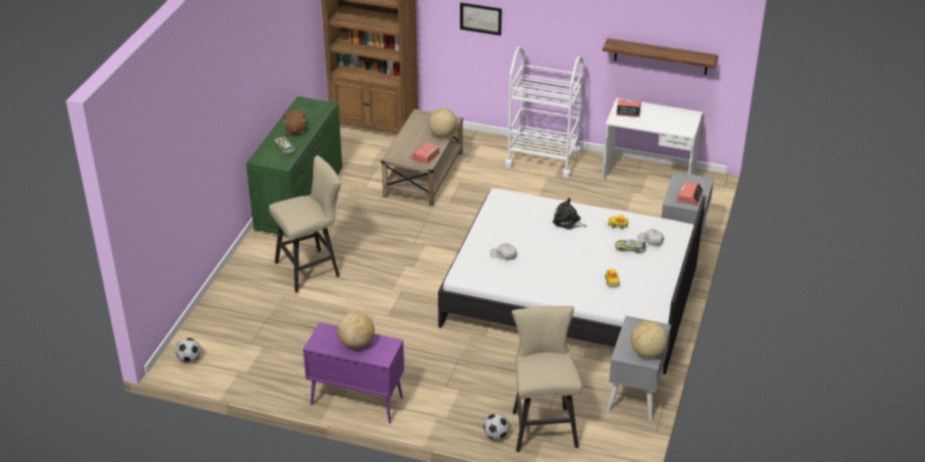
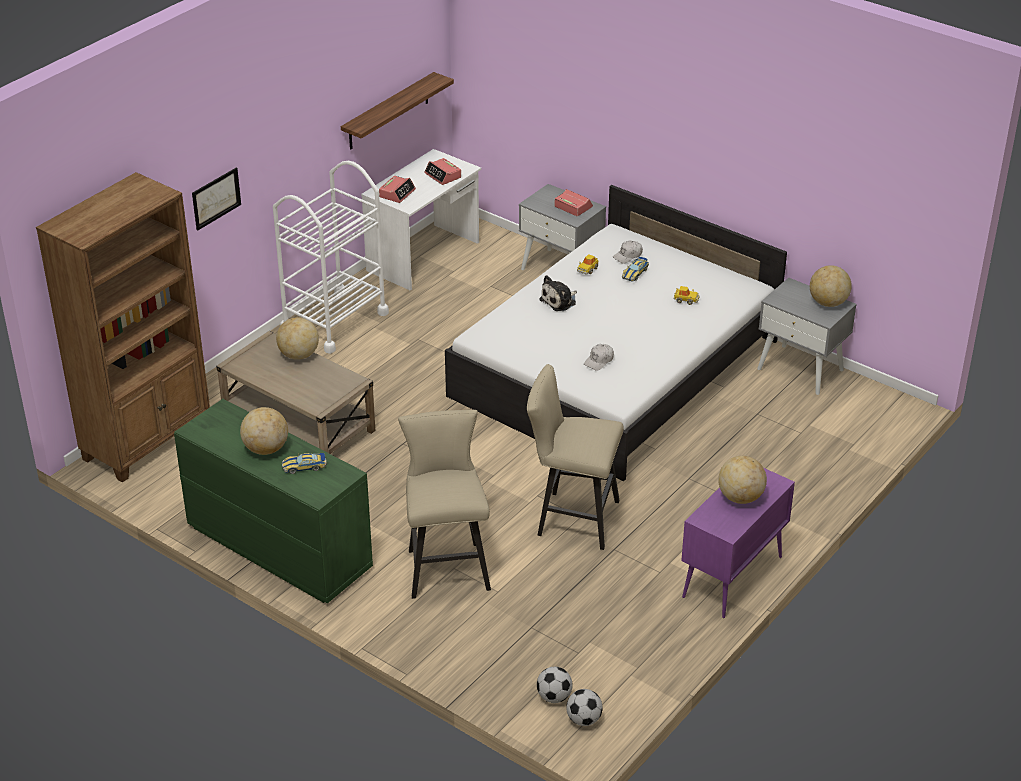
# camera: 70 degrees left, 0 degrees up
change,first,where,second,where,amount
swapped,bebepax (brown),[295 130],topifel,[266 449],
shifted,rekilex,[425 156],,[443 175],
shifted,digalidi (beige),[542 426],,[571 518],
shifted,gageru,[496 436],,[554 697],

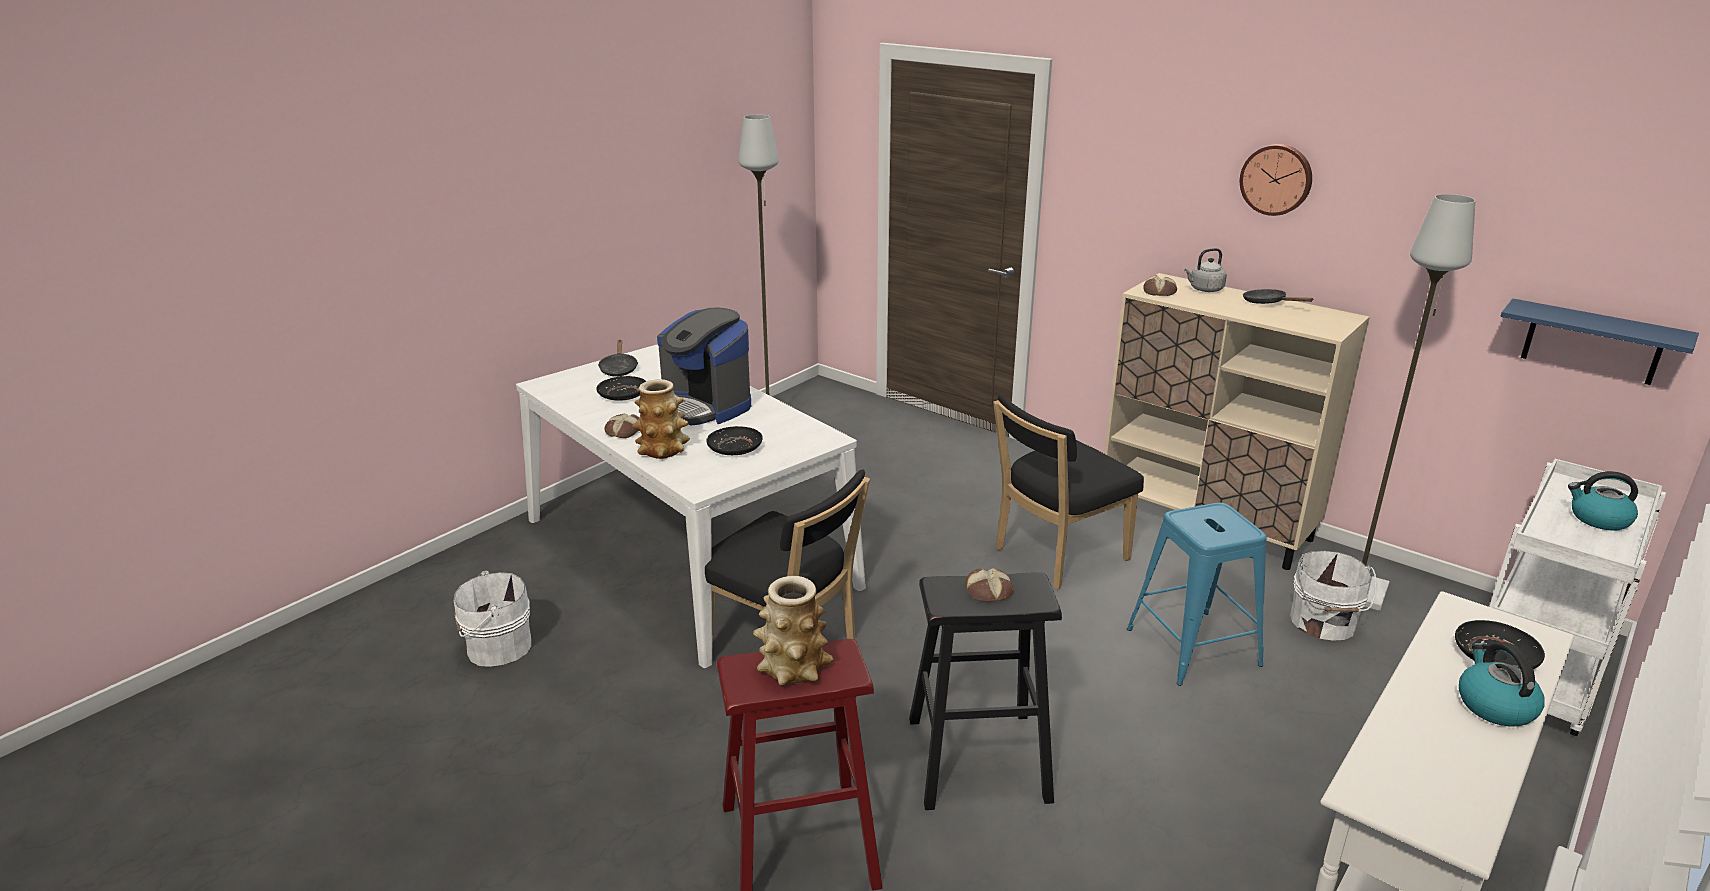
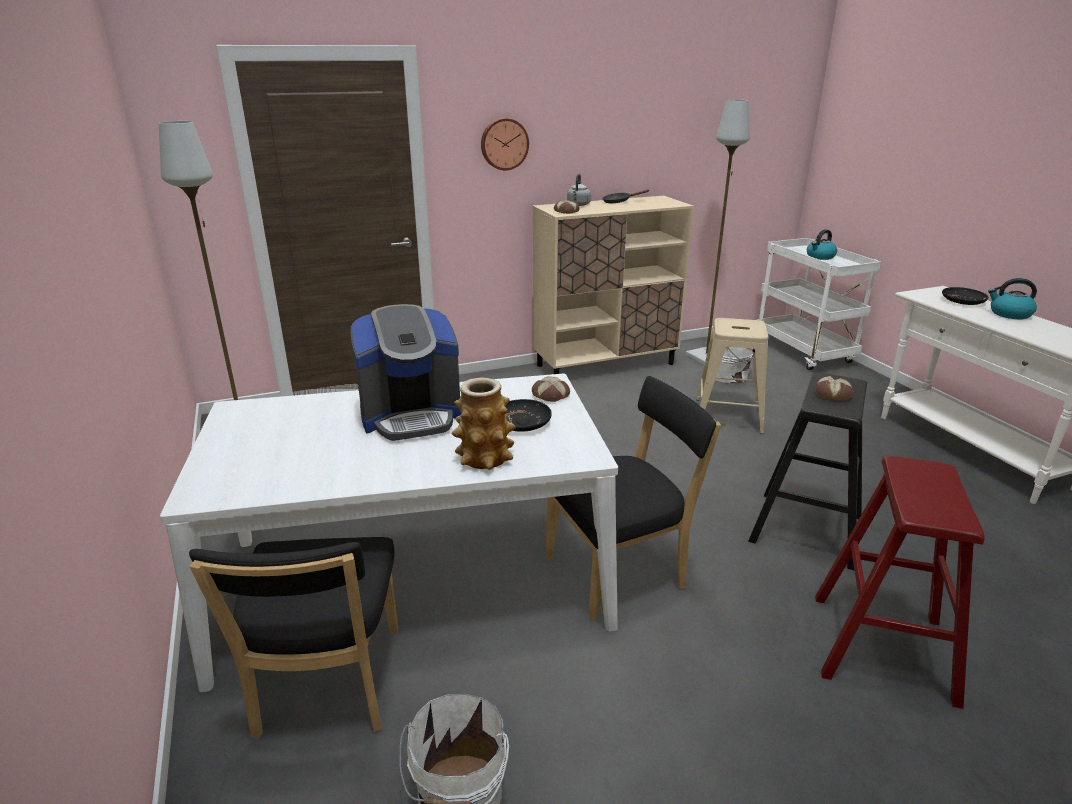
# camera: 60 degrees left, 0 degrees up
change,first,where,second,where,amount
shifted,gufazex,[1276 179],,[504 144],
gone,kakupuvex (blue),[1592 342],,,
gone,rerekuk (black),[618 369],,,
gone,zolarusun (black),[623 395],,,
shifted,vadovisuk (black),[1055 556],,[327 688],
shifted,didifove,[623 431],,[550 395],
repainted,digalidi (blue),[1192 647],digalidi (beige),[727 416],
gone,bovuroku,[793 668],,,

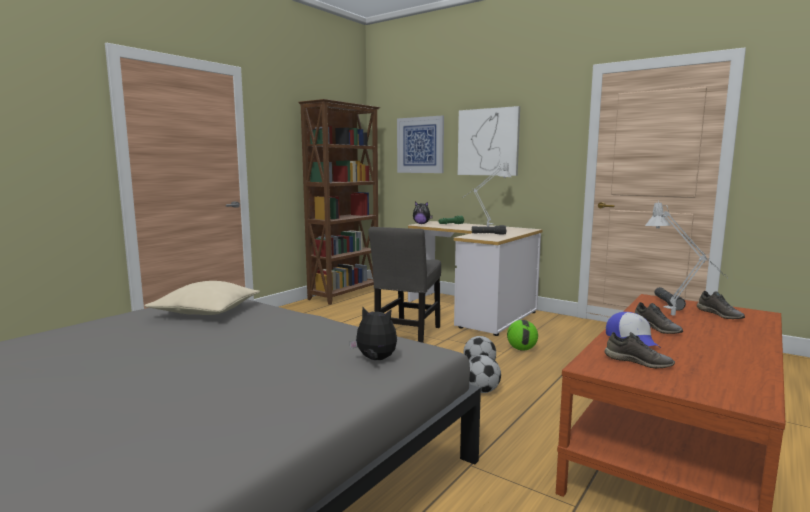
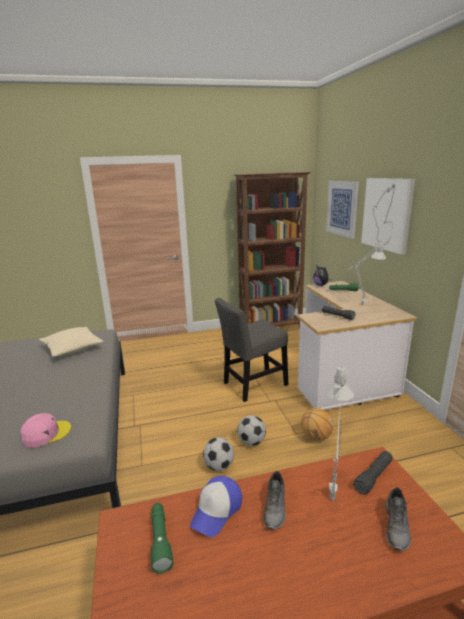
# camera: 40 degrees right, 10 degrees up
change,first,where,second,where,amount
swapped,bebepax,[375 360],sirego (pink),[46 434],
swapped,gageru,[521 349],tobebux,[316 437],
swapped,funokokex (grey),[638 362],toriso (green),[160 540],

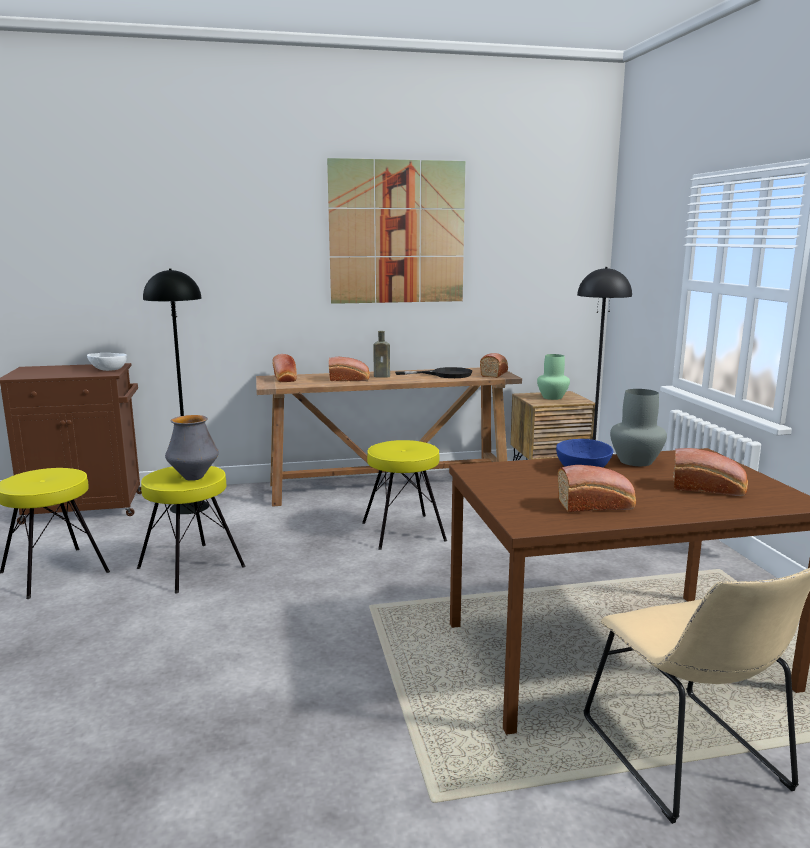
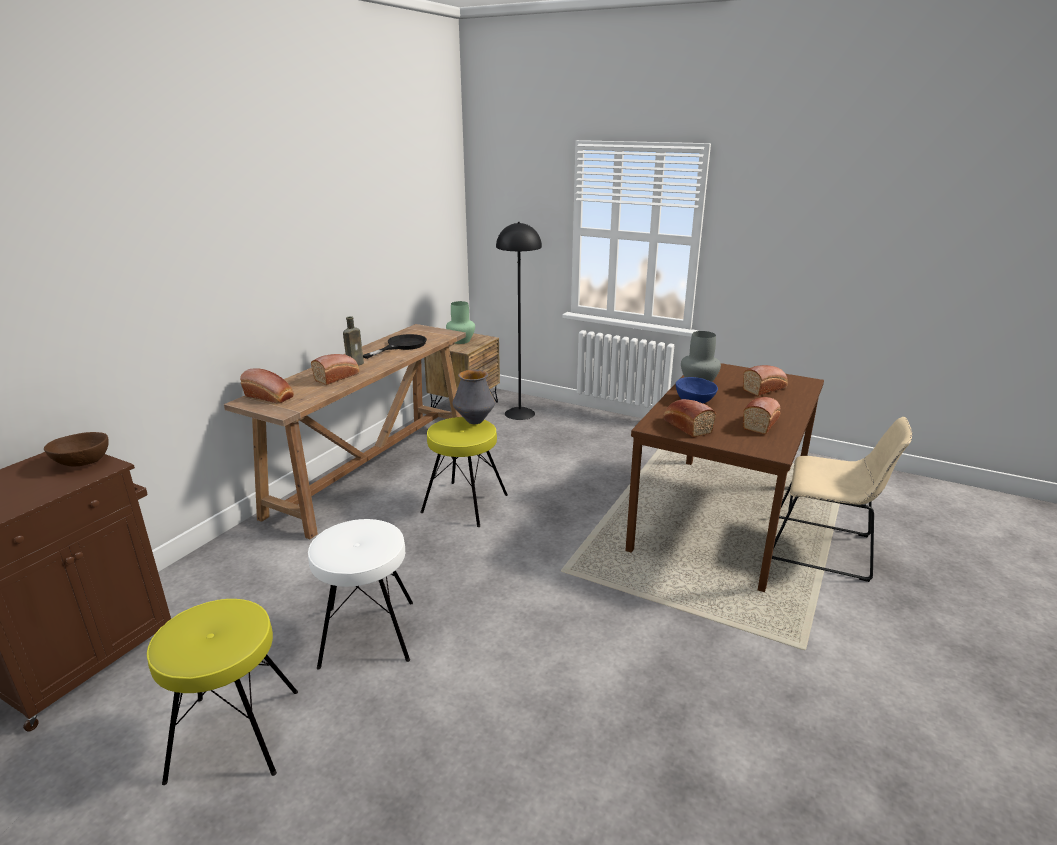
# camera: 50 degrees left, 10 degrees up
change,first,where,second,where,amount
gone,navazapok,[397 232],,,
gone,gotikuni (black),[190 507],,,
repainted,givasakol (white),[108 370],givasakol (brown),[83 462],
shifted,didifove,[494 374],,[685 426],
shifted,bovuroku,[193 477],,[474 421],
repainted,digalidi (yellow),[192 567],digalidi (white),[368 633],

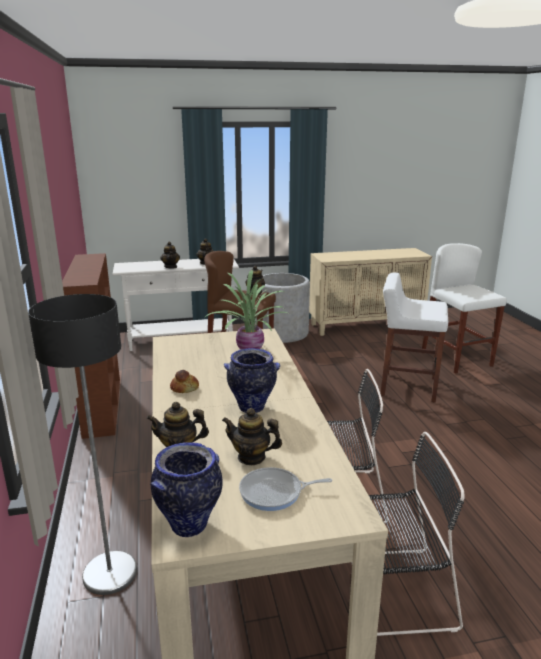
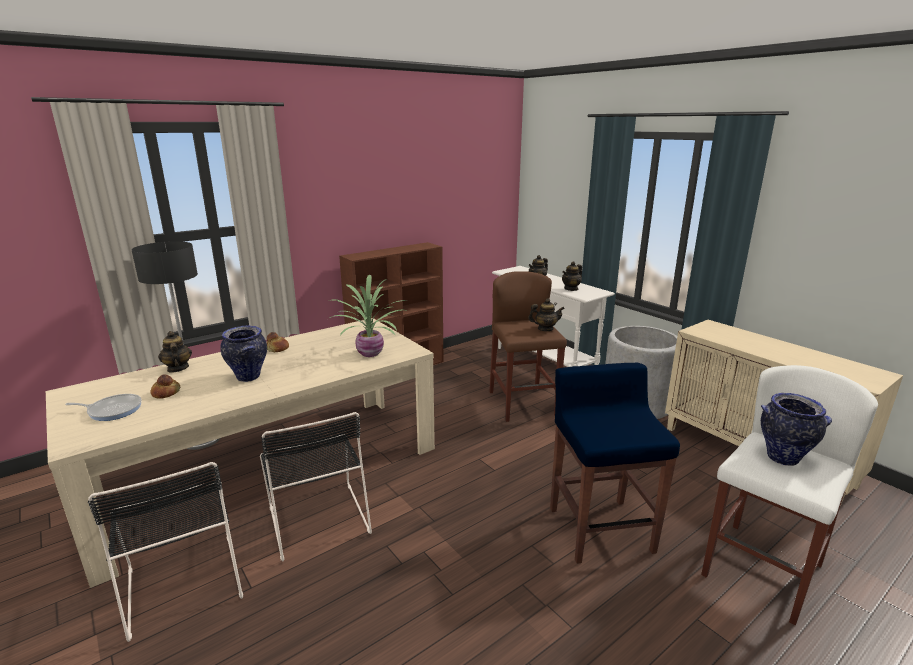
# camera: 65 degrees right, 0 degrees up
change,first,where,second,where,amount
repainted,digalidi (white),[407 386],digalidi (blue),[599 528],
swapped,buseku,[251 457],didifove,[165 393],
shifted,bovuroku,[189 524],,[783 458],
rotated,rerekuk,[274 493],,[112 410],120 degrees clockwise

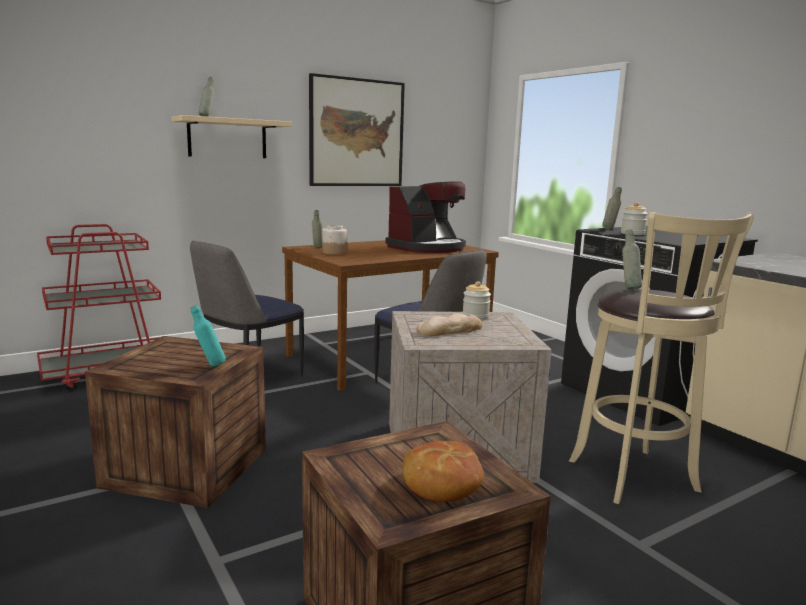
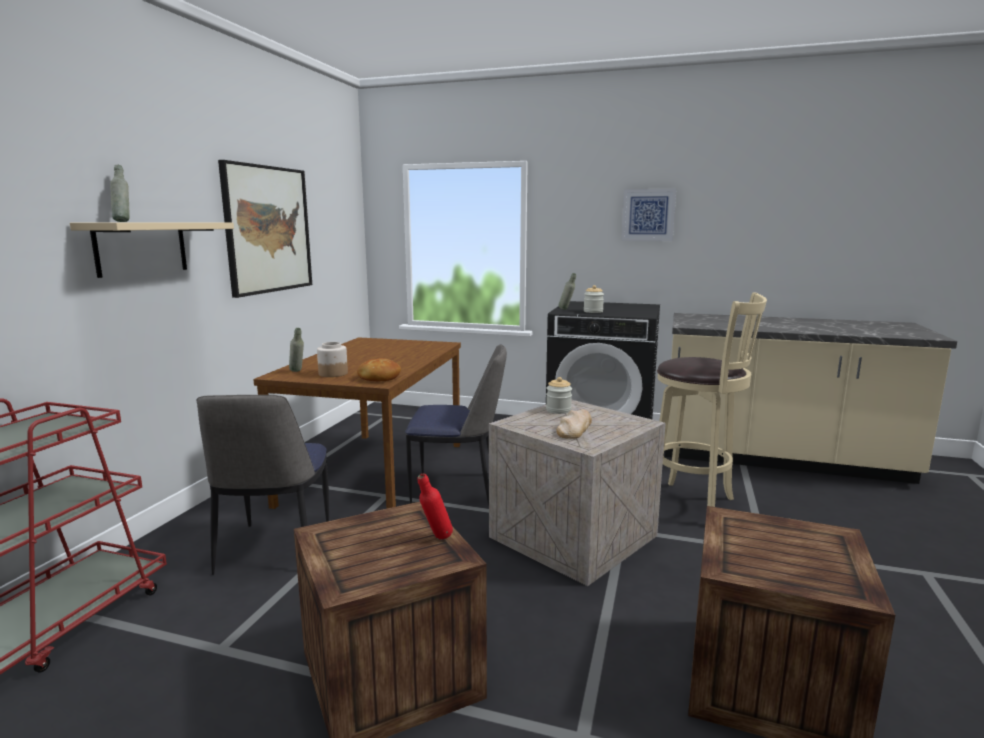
# camera: 40 degrees left, 0 degrees up
change,first,where,second,where,amount
gone,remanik,[427 248],,,
gone,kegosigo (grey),[628 288],,,
repainted,kegosigo (turquoise),[209 365],kegosigo (red),[435 539],
shifted,didifove,[441 483],,[379 378],
new,,,navazapok,[648 215],

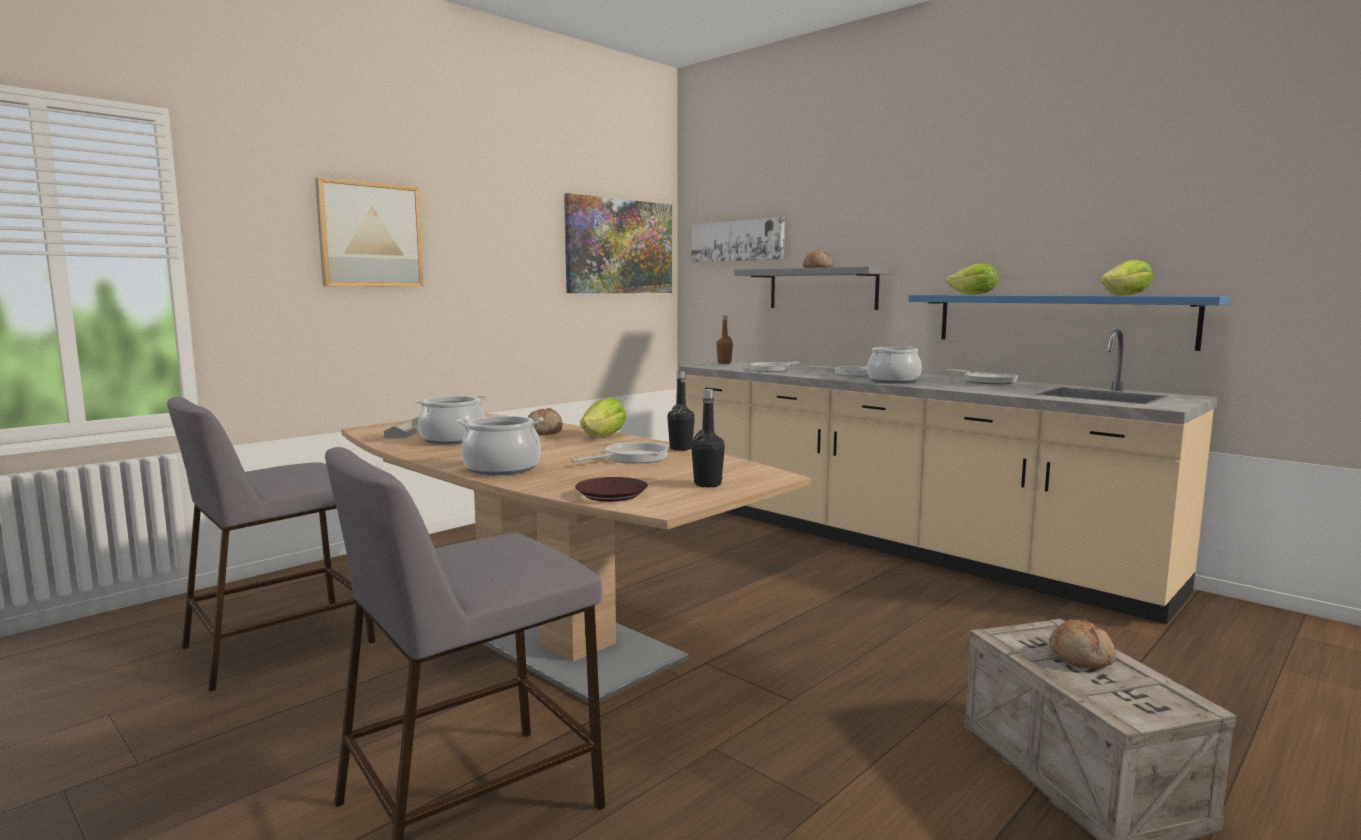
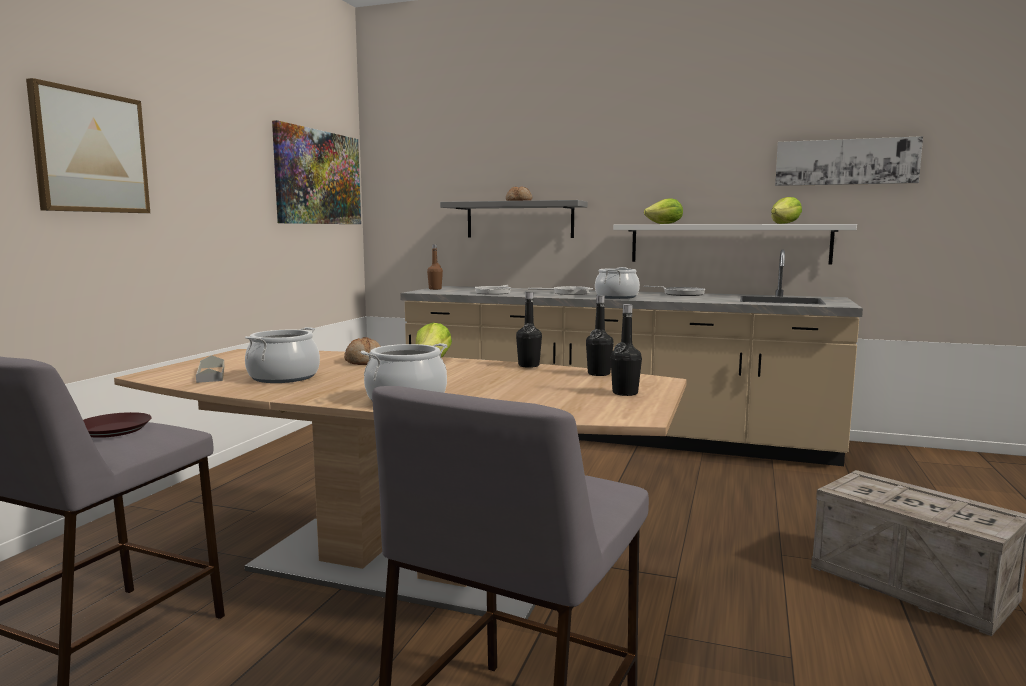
# camera: 25 degrees left, 0 degrees up
change,first,where,second,where,amount
shifted,navazapok,[737 241],,[845 162],
repainted,kakupuvex (blue),[1059 320],kakupuvex (white),[728 243],
gone,rerekuk,[632 458],,,
shifted,zolarusun (brown),[611 494],,[113 430],
gone,didifove,[1081 656],,,
new,,,kegosigo (black),[599 374],

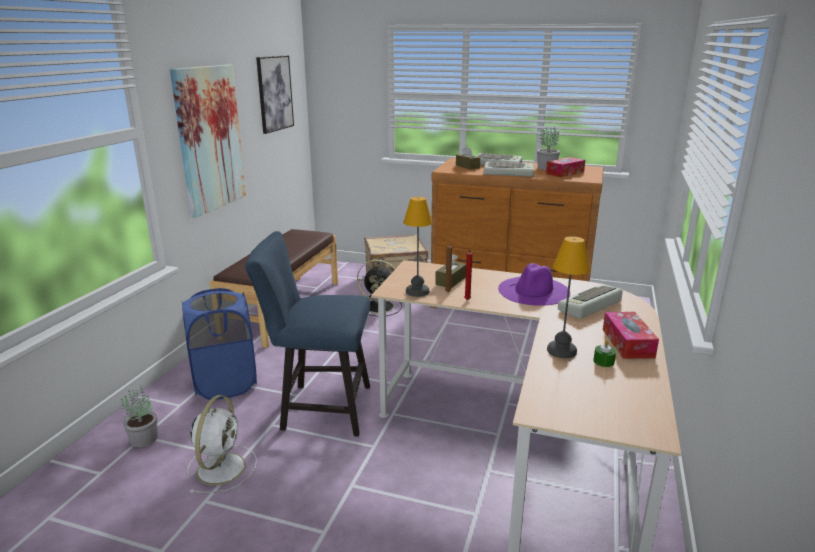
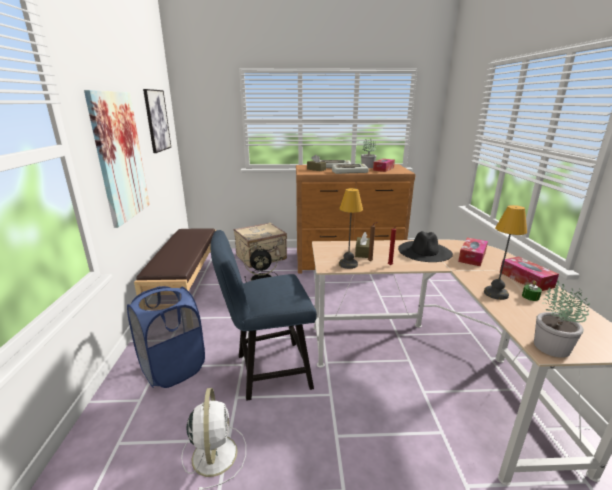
# camera: 20 degrees left, 0 degrees up
change,first,where,second,where,amount
repainted,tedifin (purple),[534 290],tedifin (black),[424 251],
swapped,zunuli,[590 306],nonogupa,[472 257],
shifted,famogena,[143 439],,[550 347],

